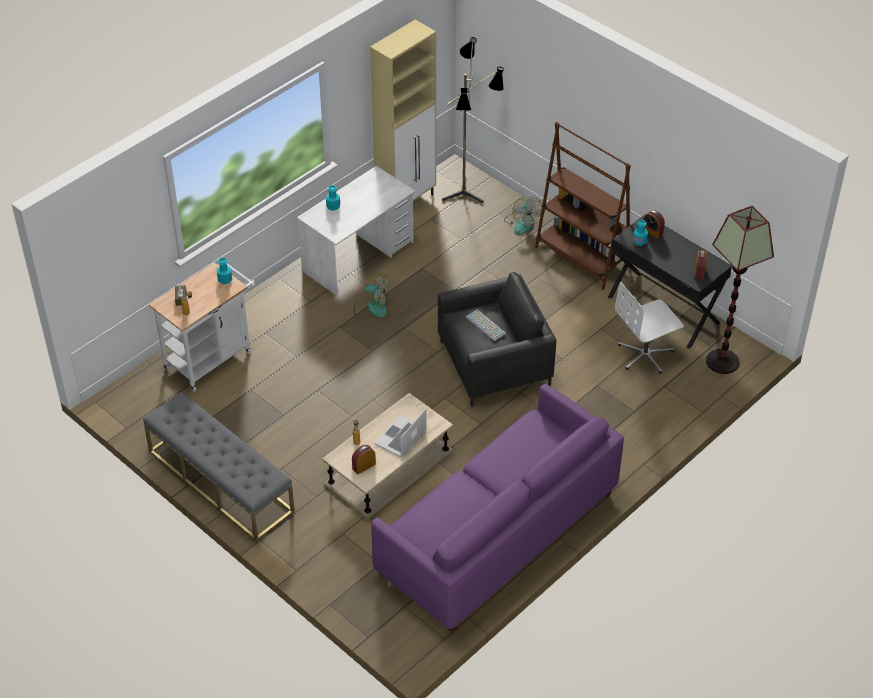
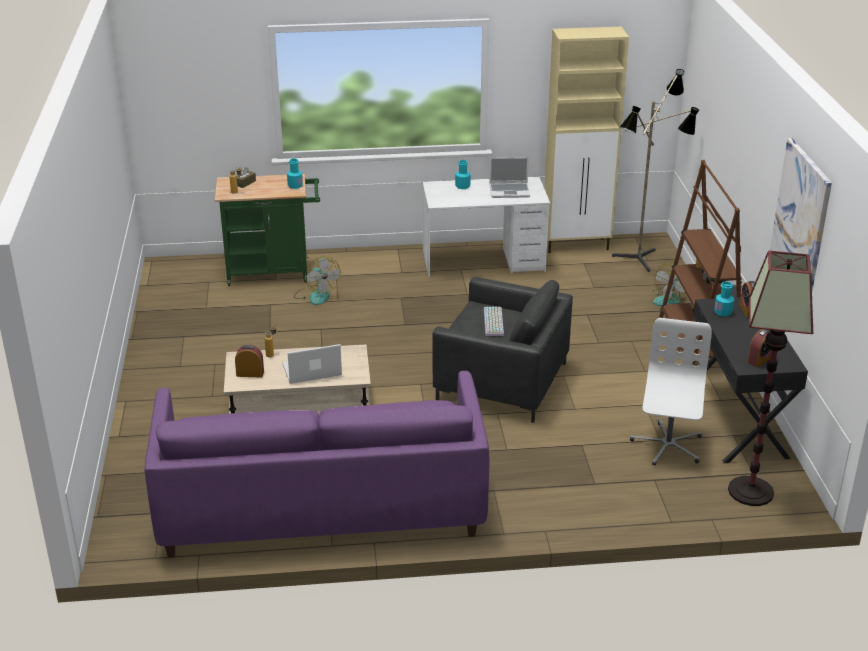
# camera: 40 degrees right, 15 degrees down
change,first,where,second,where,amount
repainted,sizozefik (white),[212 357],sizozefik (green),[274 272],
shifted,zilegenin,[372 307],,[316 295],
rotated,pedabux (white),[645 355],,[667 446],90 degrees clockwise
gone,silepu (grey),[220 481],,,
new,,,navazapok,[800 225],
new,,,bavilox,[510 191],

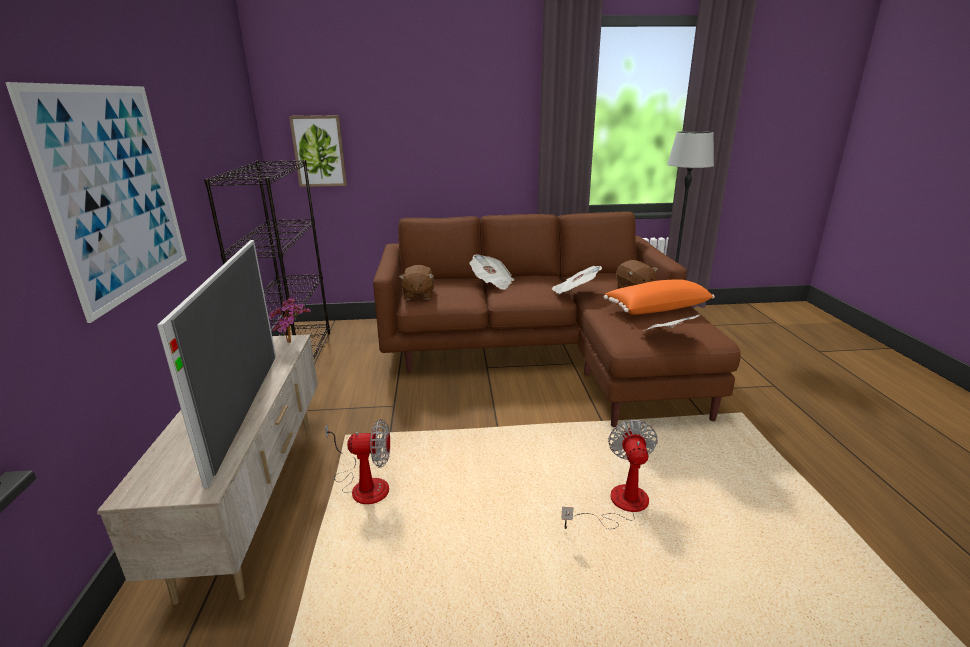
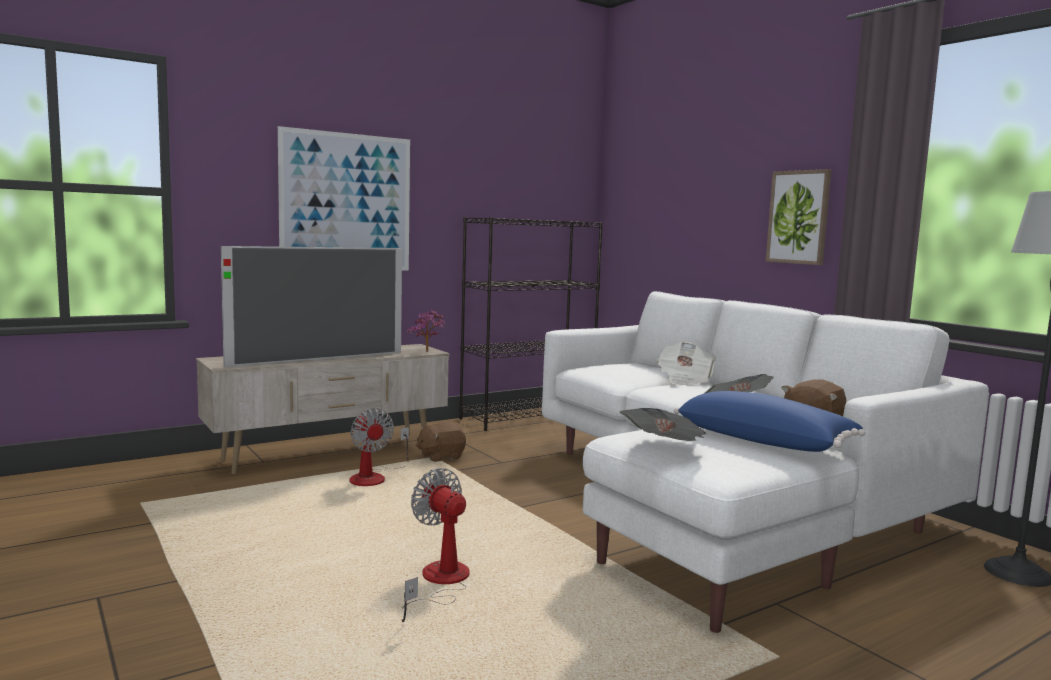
# camera: 60 degrees right, 15 degrees down
change,first,where,second,where,amount
shifted,navazapok,[319 151],,[798 217],
repainted,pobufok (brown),[545 355],pobufok (white),[719 504],
shifted,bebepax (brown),[418 295],,[440 457],
repainted,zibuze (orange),[656 308],zibuze (blue),[764 441],
rotated,zilegenin,[618 505],,[439 583],105 degrees counterclockwise

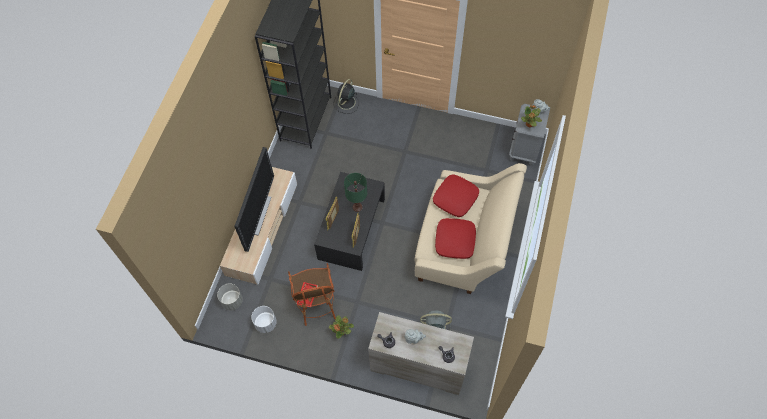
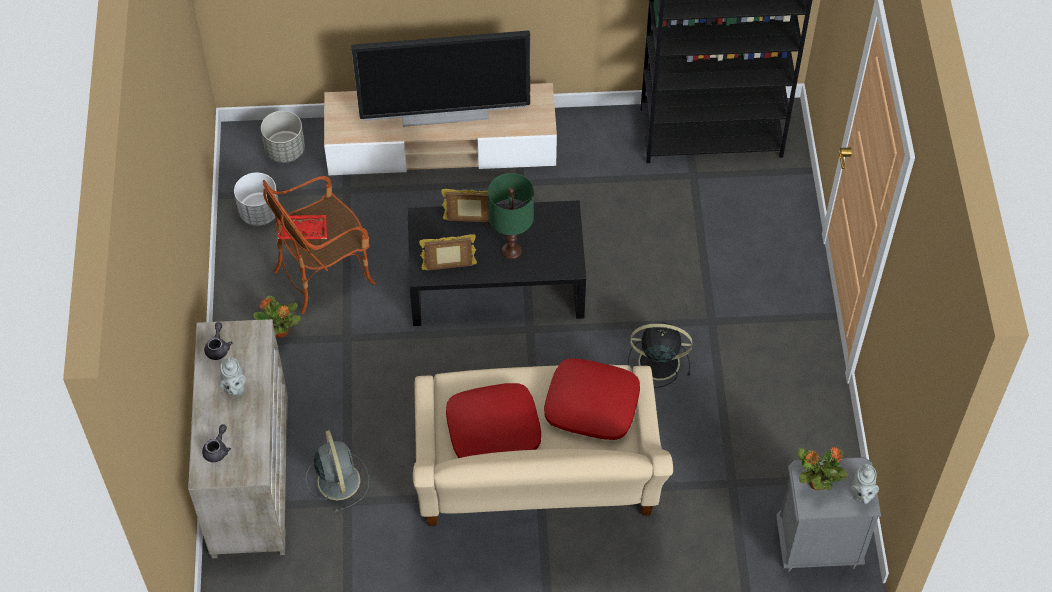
# camera: 70 degrees right, 5 degrees down
change,first,where,second,where,amount
shifted,zilegenin (black),[346 103],,[656 362],

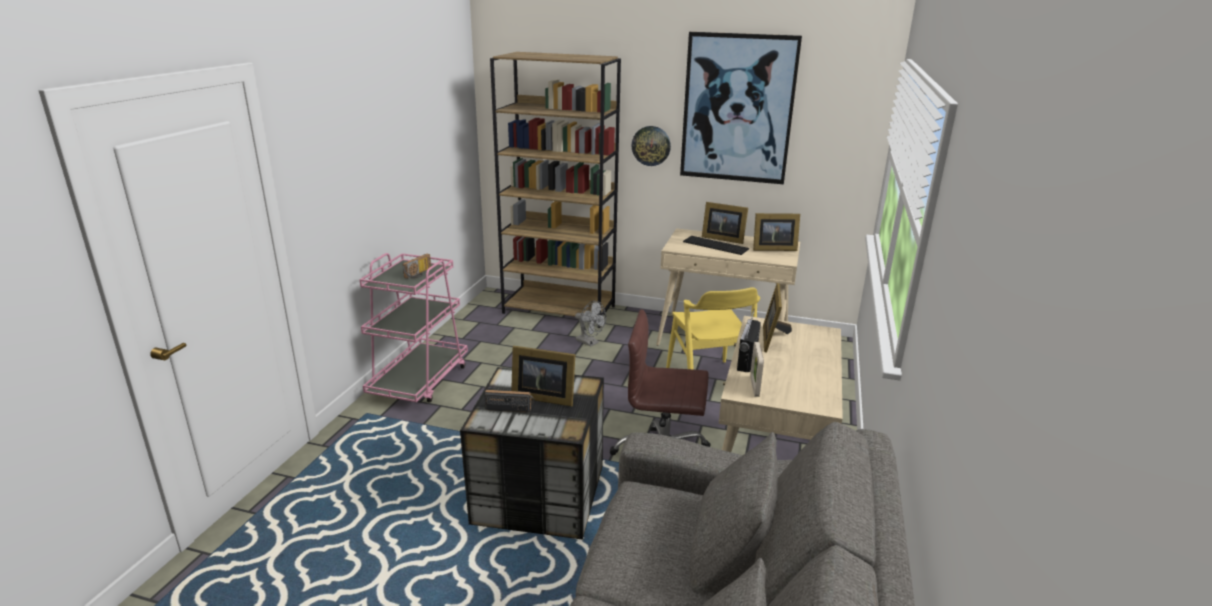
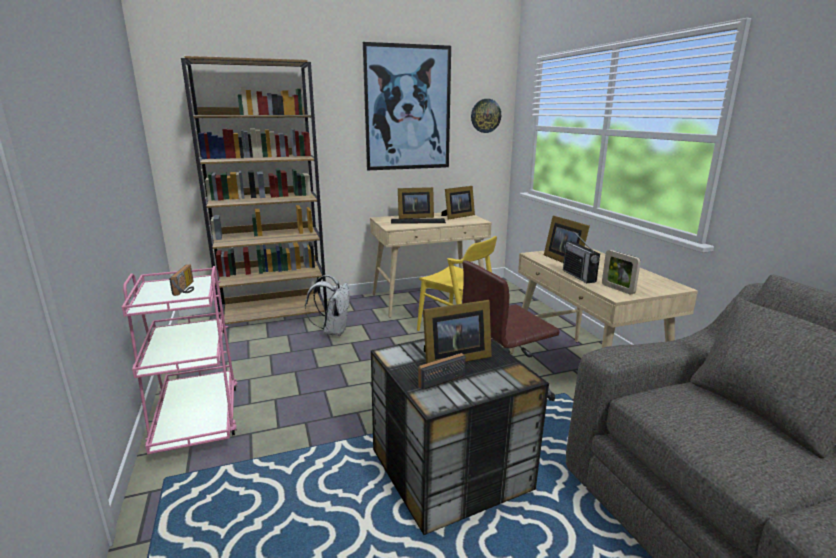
# camera: 35 degrees left, 5 degrees down
change,first,where,second,where,amount
shifted,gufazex,[651 145],,[485 115],
swapped,zilegenin (grey),[590 342],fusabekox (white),[333 331],

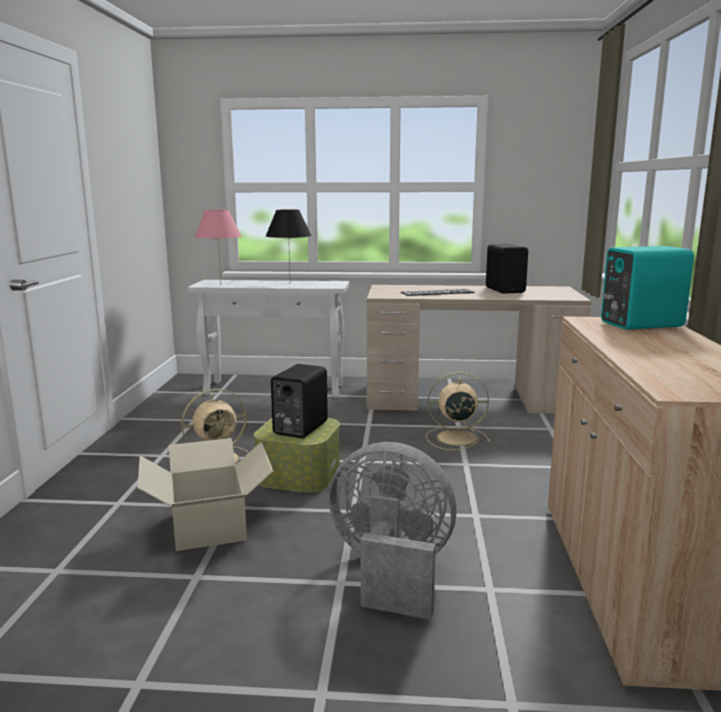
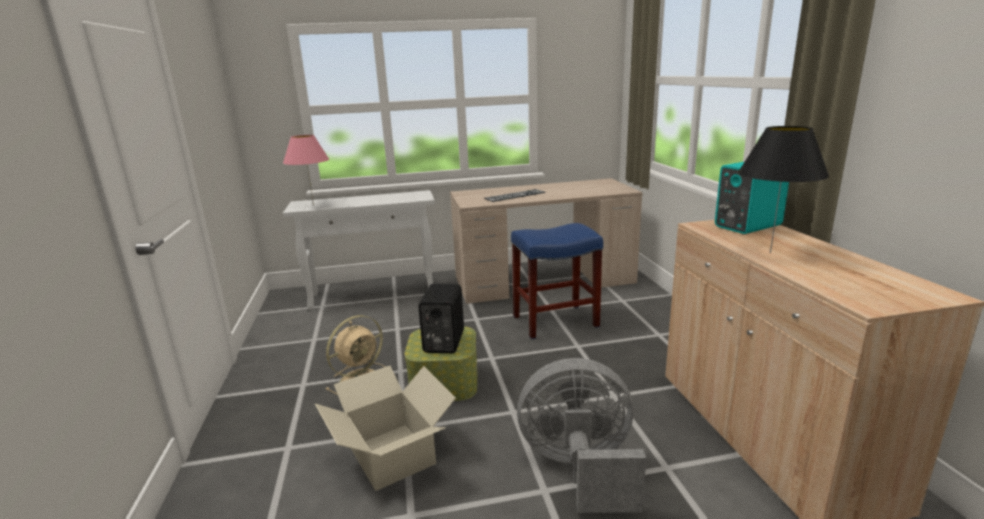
# camera: 15 degrees left, 5 degrees up
change,first,where,second,where,amount
shifted,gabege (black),[289 283],,[769 253],
gone,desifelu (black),[505 290],,,
swapped,zilegenin (beige),[454 438],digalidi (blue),[554 321],

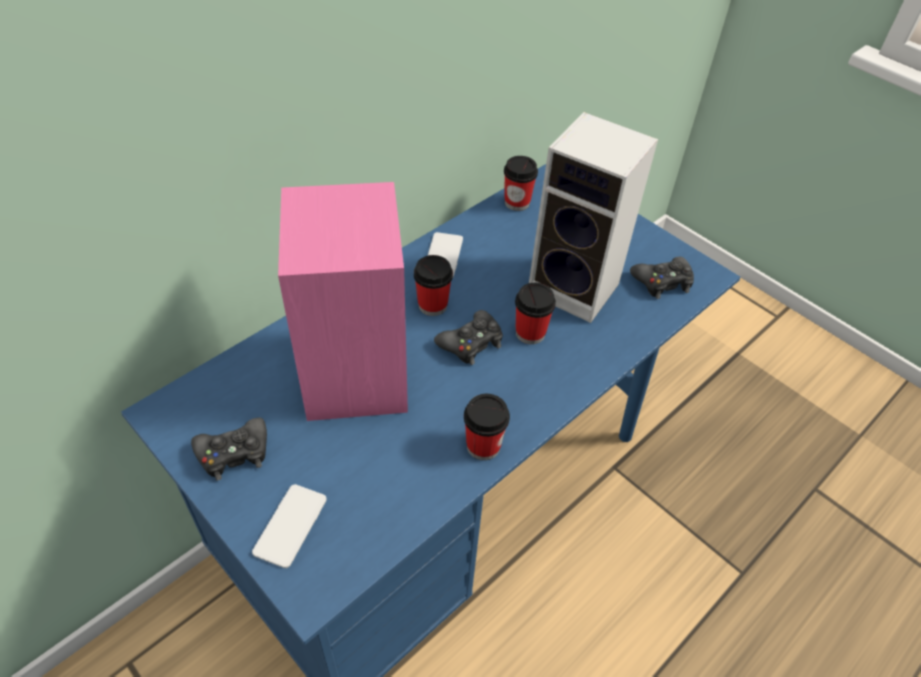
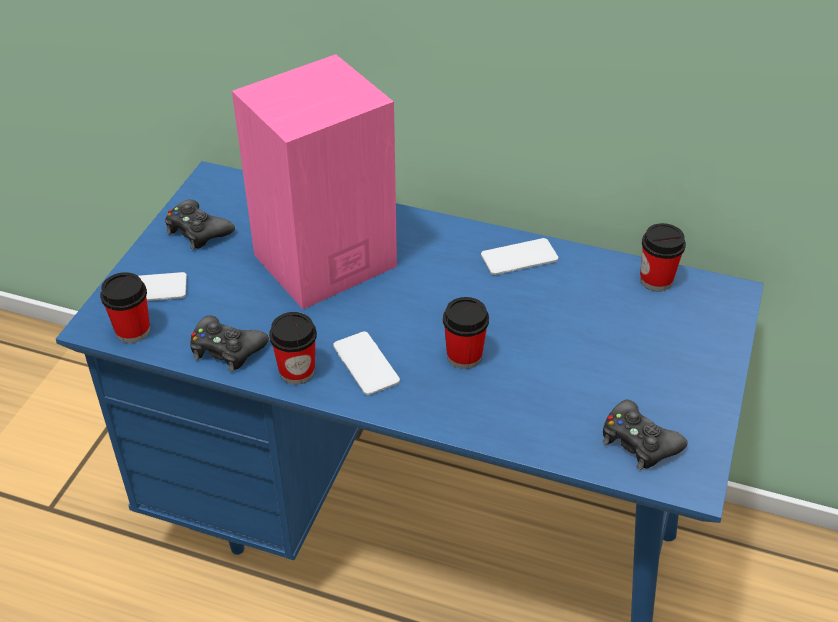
# camera: 65 degrees right, 5 degrees down
change,first,where,second,where,amount
gone,desifelu,[577 289],,,
shifted,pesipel,[432 305],,[133 331],
shifted,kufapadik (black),[471 343],,[226 349],
new,,,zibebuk,[366 364],

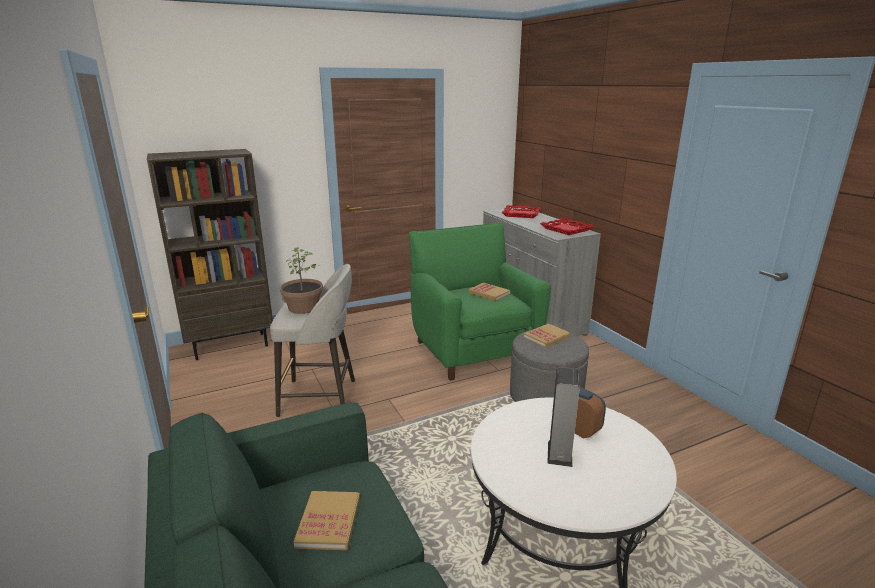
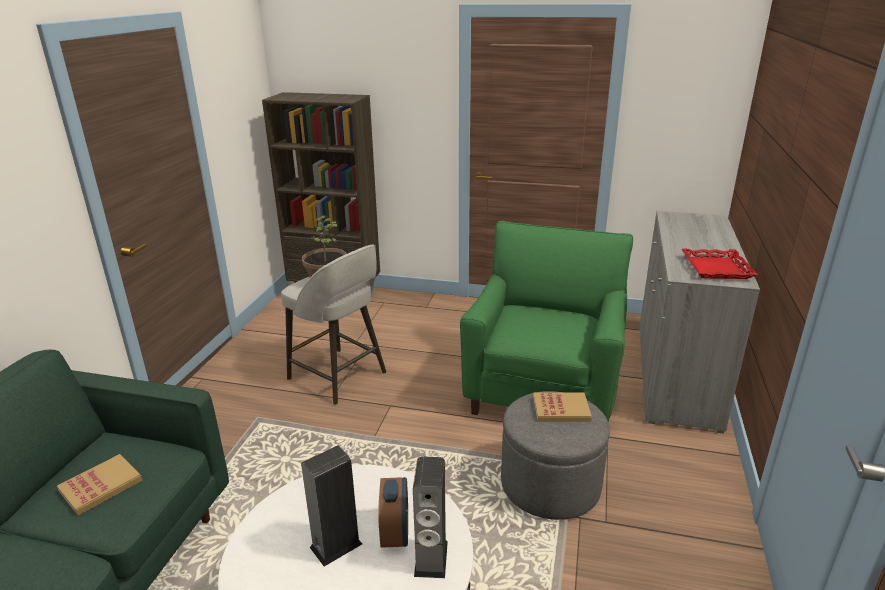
# camera: 40 degrees right, 5 degrees up
change,first,where,second,where,amount
gone,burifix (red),[521 214],,,
gone,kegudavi,[489 293],,,
new,,,desifelu,[431 558],

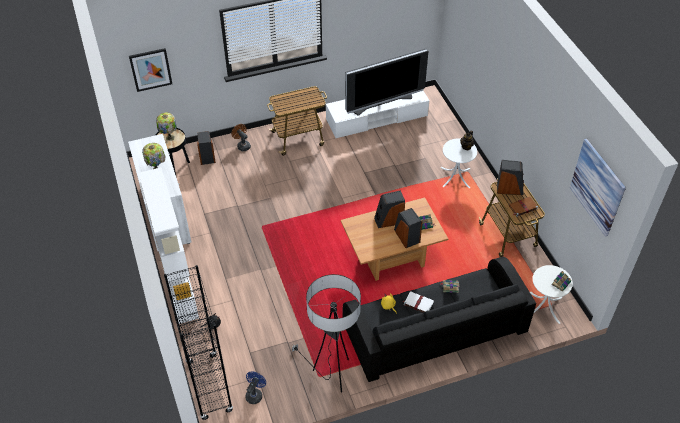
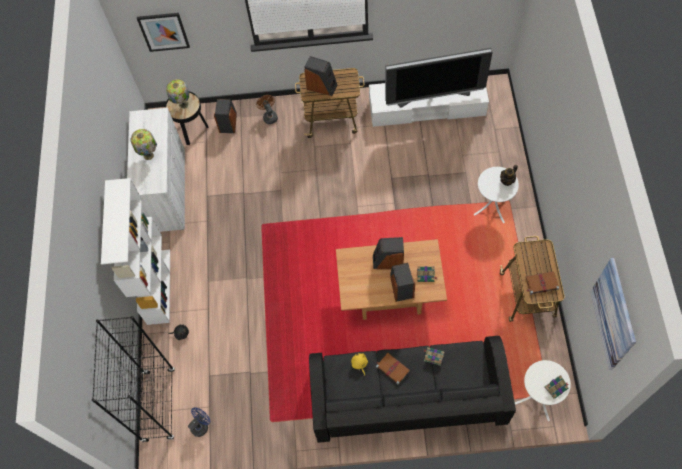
# camera: 20 degrees right, 15 degrees up
change,first,where,second,where,amount
shifted,desifelu,[509 188],,[322 86],
gone,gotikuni,[332 374],,,
repainted,kegudavi (white),[418 303],kegudavi (brown),[392 368],

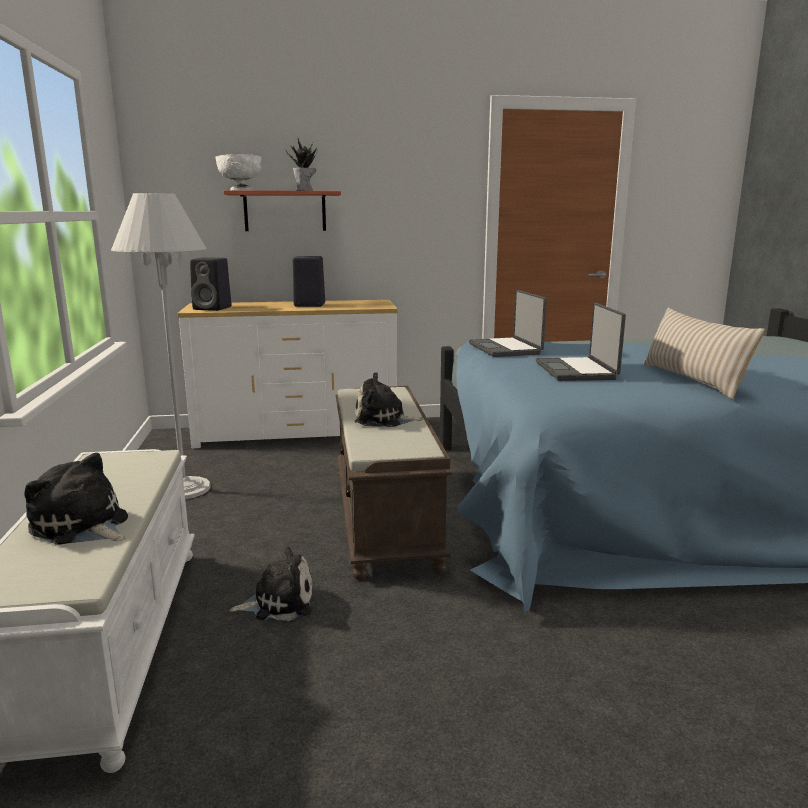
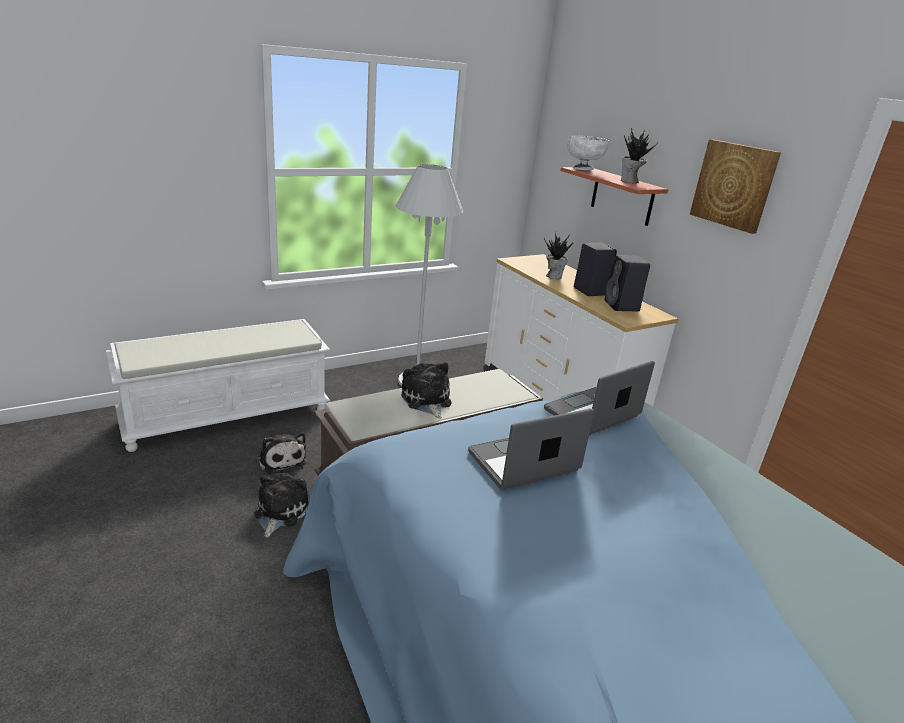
# camera: 65 degrees right, 10 degrees up
change,first,where,second,where,amount
shifted,desifelu (black),[213 308],,[622 306],
gone,zibuze (beige),[692 380],,,
shifted,bebepax,[82 526],,[279 512],
new,,,navazapok,[734 185],
new,,,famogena,[554 276],

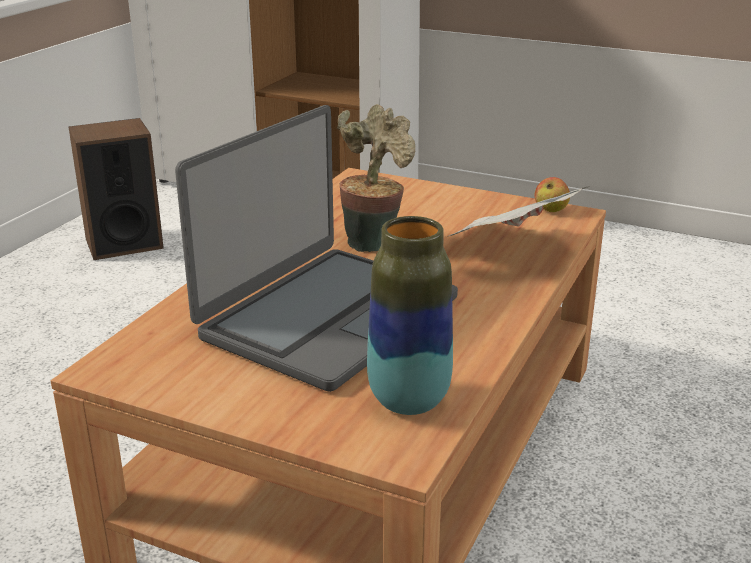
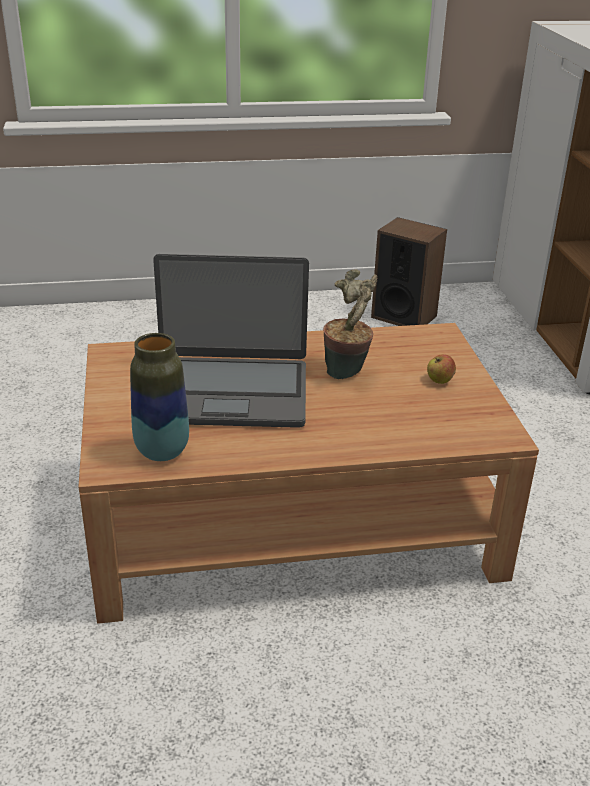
# camera: 55 degrees right, 5 degrees up
change,first,where,second,where,amount
shifted,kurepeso,[550 210],,[439 381],
gone,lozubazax,[508 249],,,

